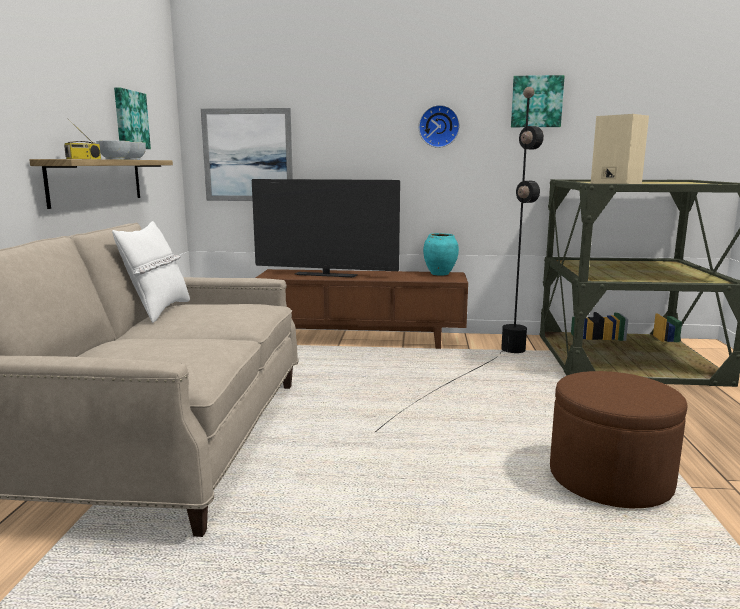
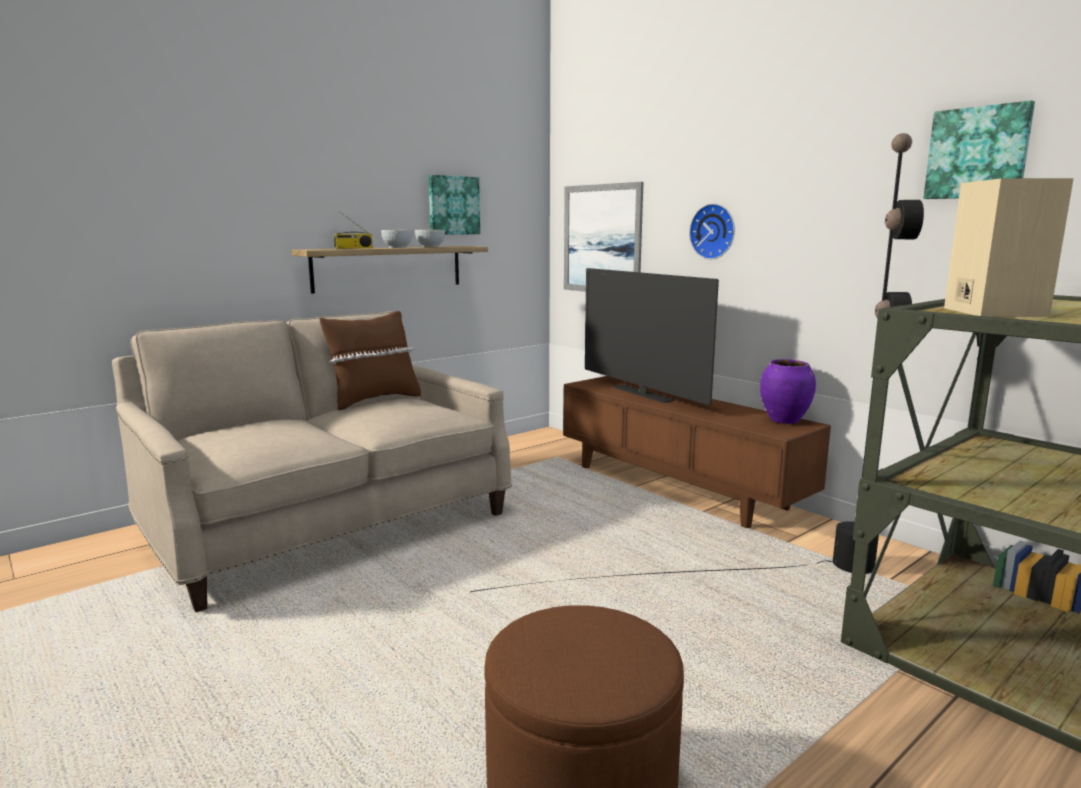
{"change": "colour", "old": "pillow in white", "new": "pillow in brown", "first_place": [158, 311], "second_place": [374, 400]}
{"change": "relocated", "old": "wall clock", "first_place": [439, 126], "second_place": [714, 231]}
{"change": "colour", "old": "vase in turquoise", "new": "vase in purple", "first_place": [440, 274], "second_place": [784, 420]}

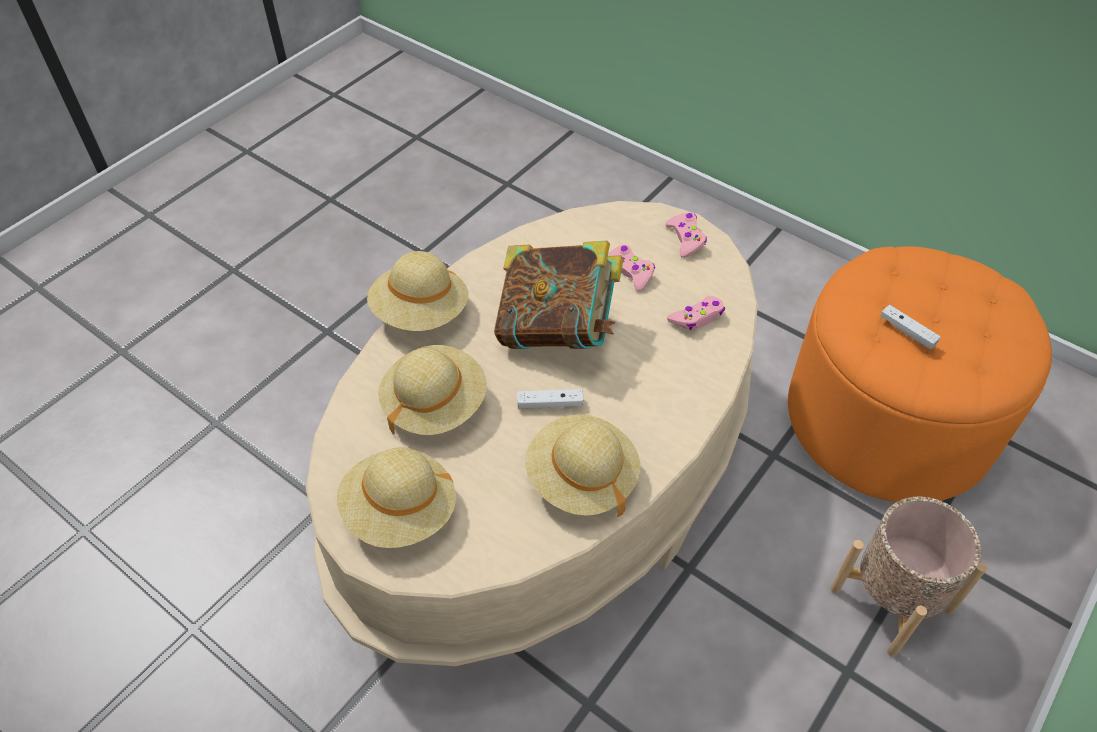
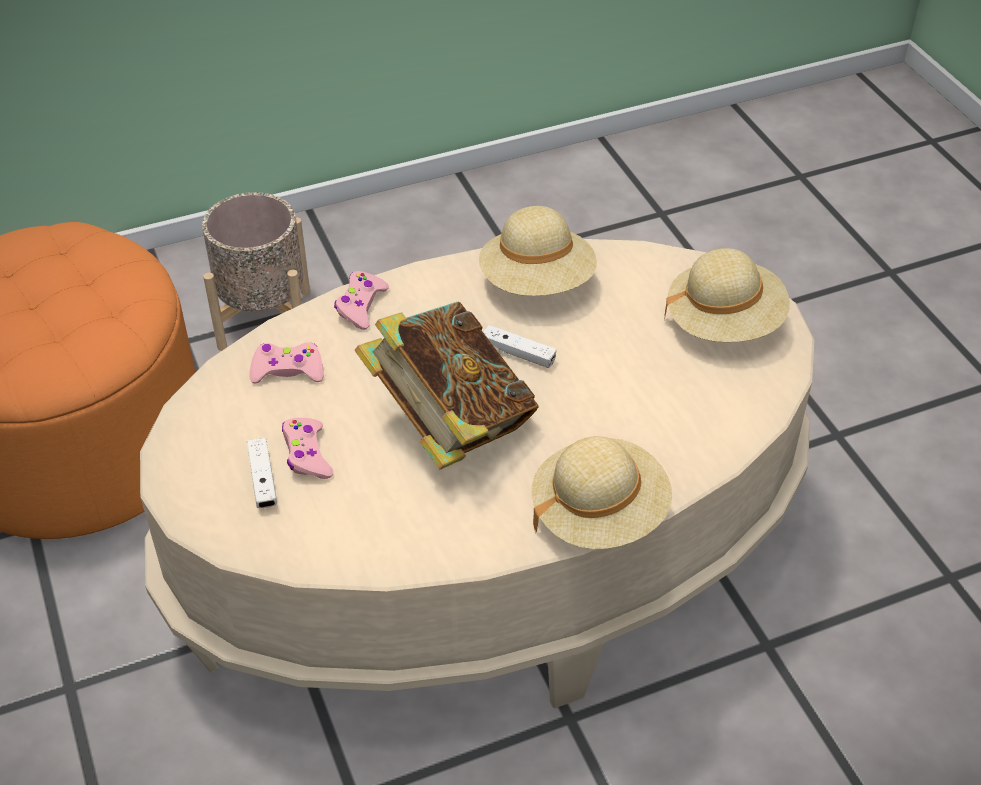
{"change": "relocated", "old": "game controller in white", "first_place": [907, 332], "second_place": [263, 480]}
{"change": "relocated", "old": "game controller in pink", "first_place": [686, 239], "second_place": [361, 306]}
{"change": "missing", "old": "hat in beige", "first_place": [435, 404]}

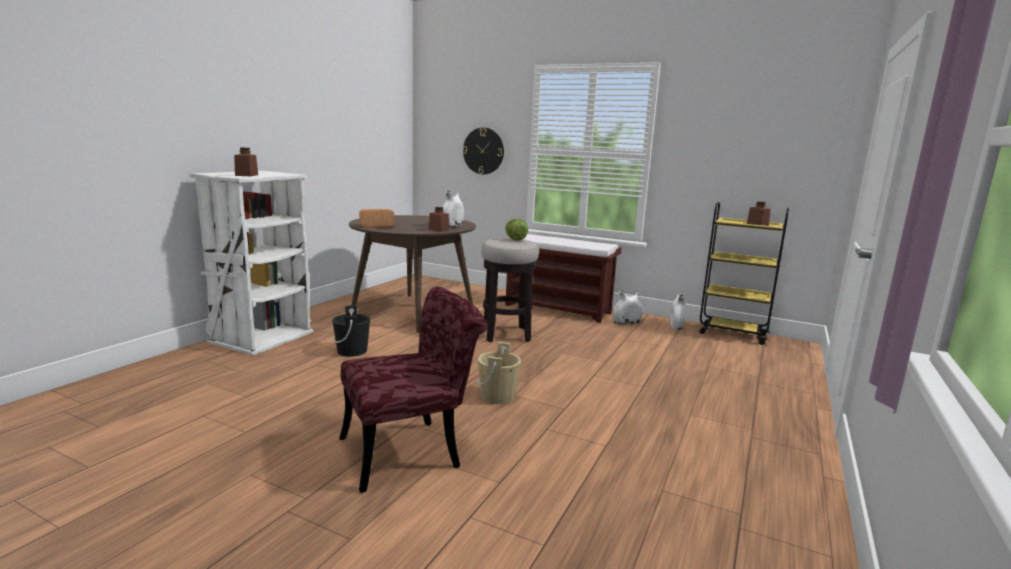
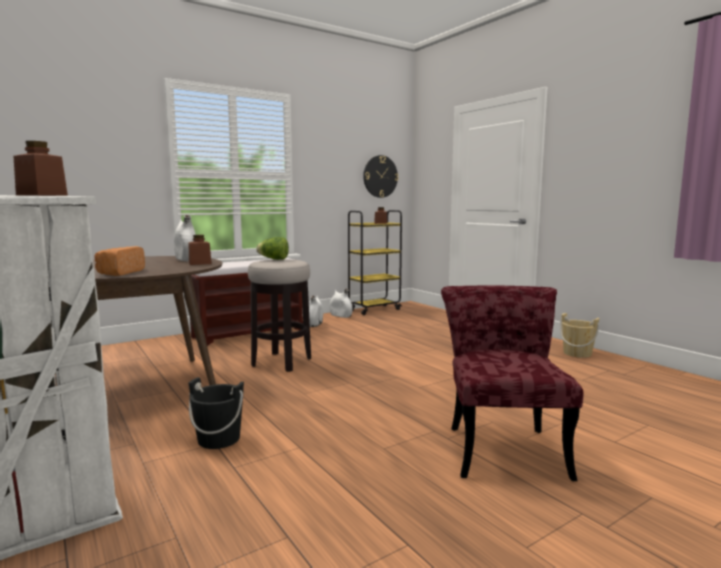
{"change": "relocated", "old": "wall clock", "first_place": [483, 151], "second_place": [380, 176]}
{"change": "relocated", "old": "bucket in beige", "first_place": [497, 396], "second_place": [577, 353]}

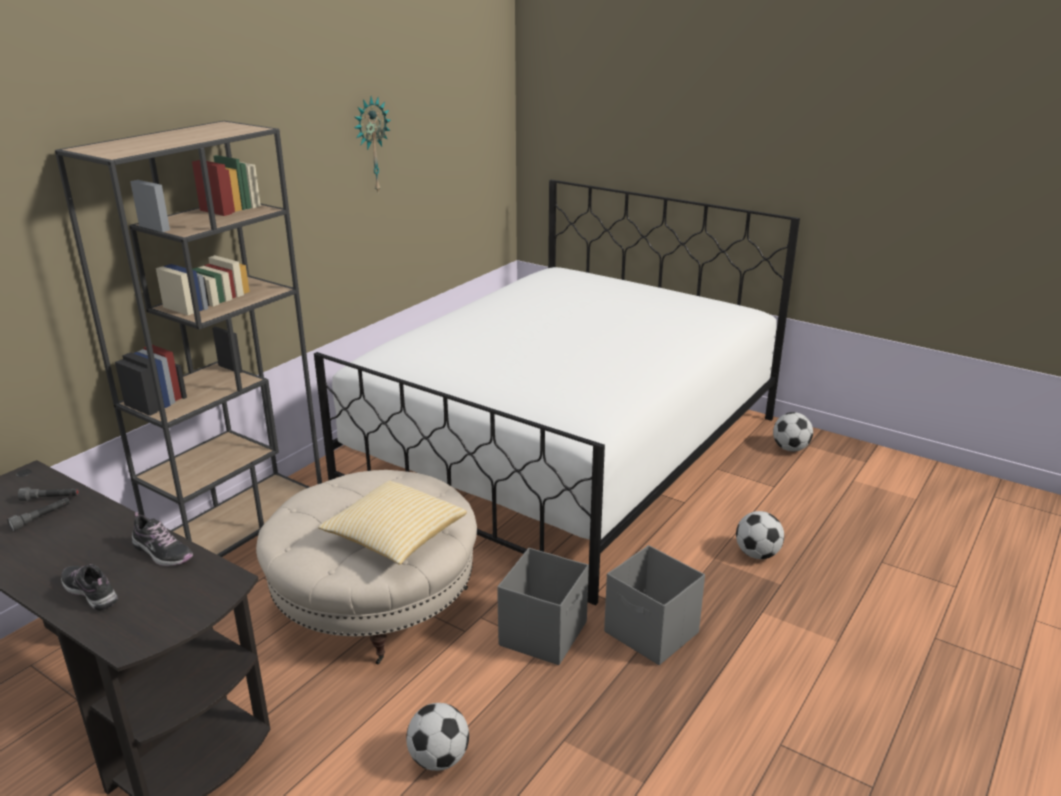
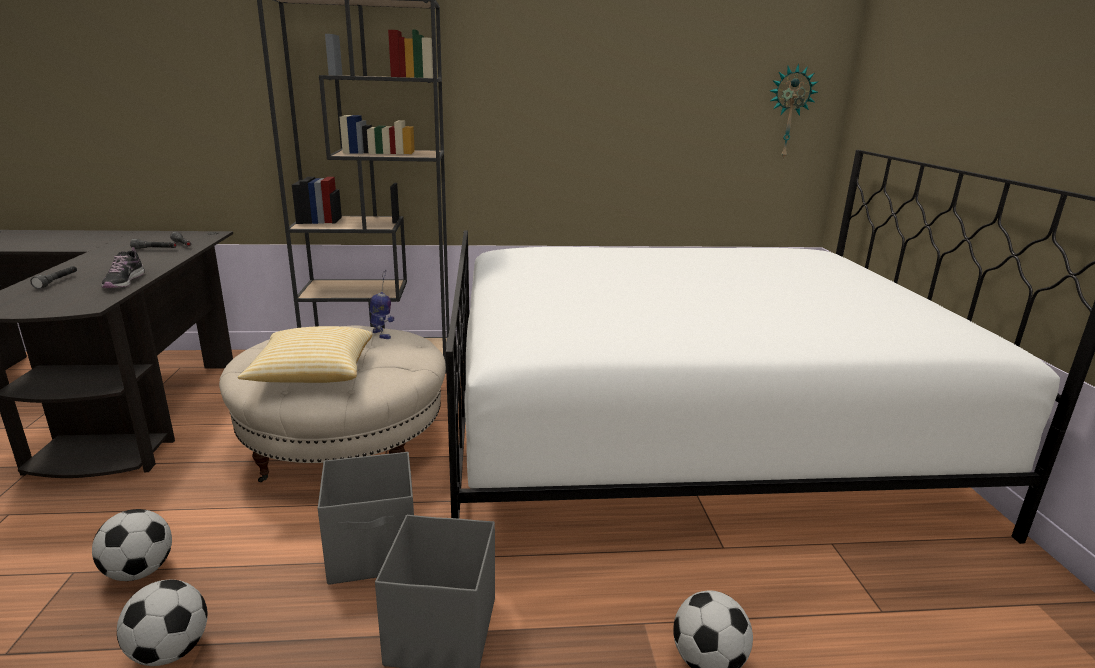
{"change": "exchanged", "old": "shoe", "new": "flashlight in grey", "first_place": [91, 592], "second_place": [57, 281]}
{"change": "relocated", "old": "football", "first_place": [790, 449], "second_place": [169, 652]}
{"change": "appeared", "new": "toy robot", "second_place": [382, 334]}
{"change": "relocated", "old": "wall clock", "first_place": [371, 145], "second_place": [788, 112]}

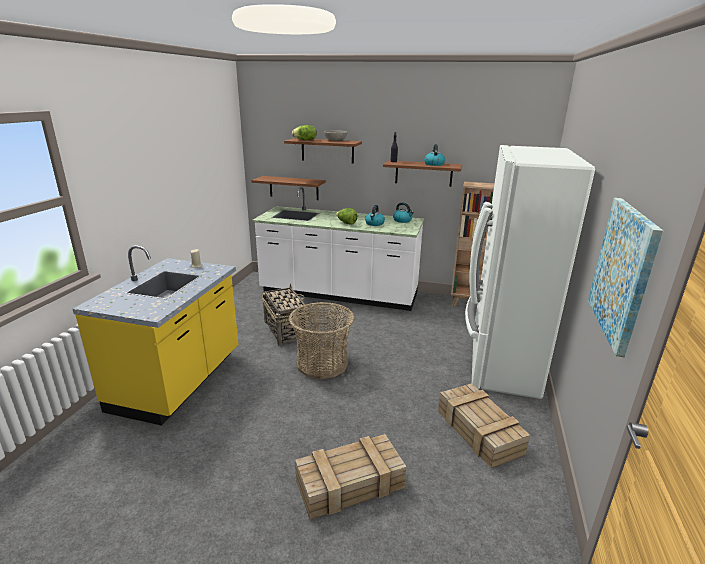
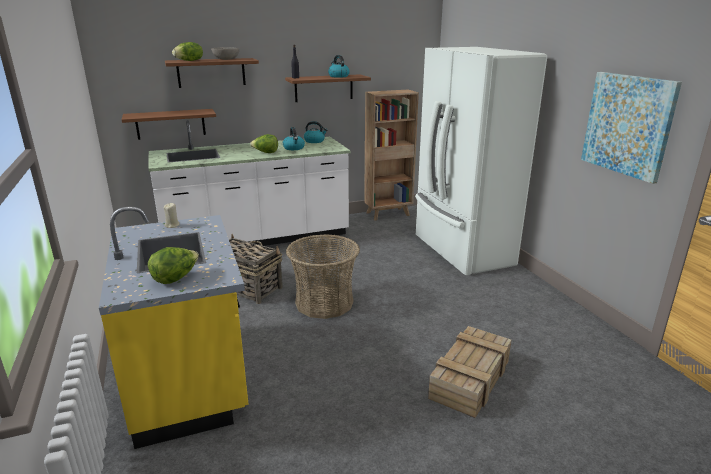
{"change": "appeared", "new": "lettuce", "second_place": [175, 278]}
{"change": "missing", "old": "crate", "first_place": [477, 430]}

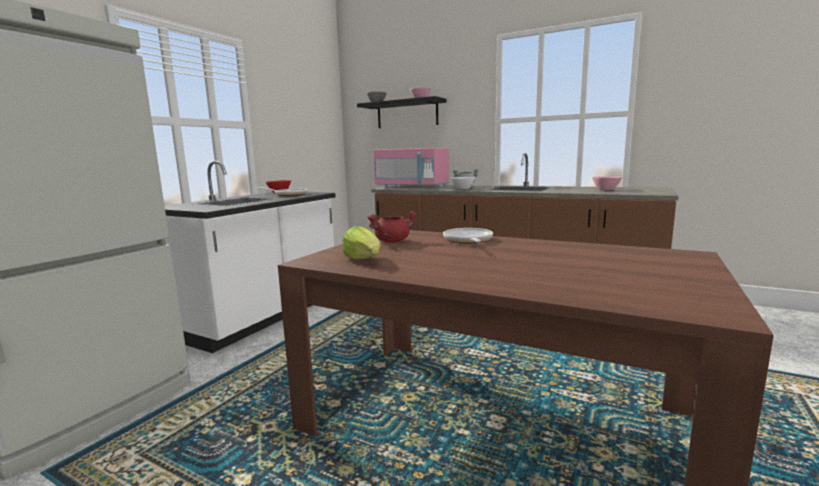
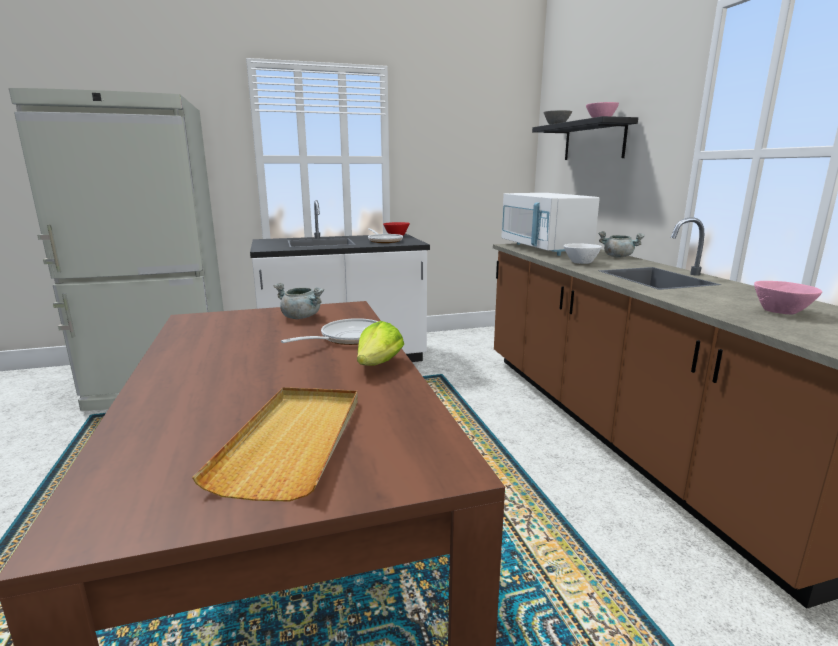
{"change": "appeared", "new": "tray in beige", "second_place": [294, 441]}
{"change": "colour", "old": "cooking pot in red", "new": "cooking pot in grey", "first_place": [392, 241], "second_place": [301, 317]}
{"change": "relocated", "old": "lettuce", "first_place": [364, 259], "second_place": [378, 364]}
{"change": "colour", "old": "microwave in pink", "new": "microwave in white", "first_place": [412, 187], "second_place": [544, 248]}

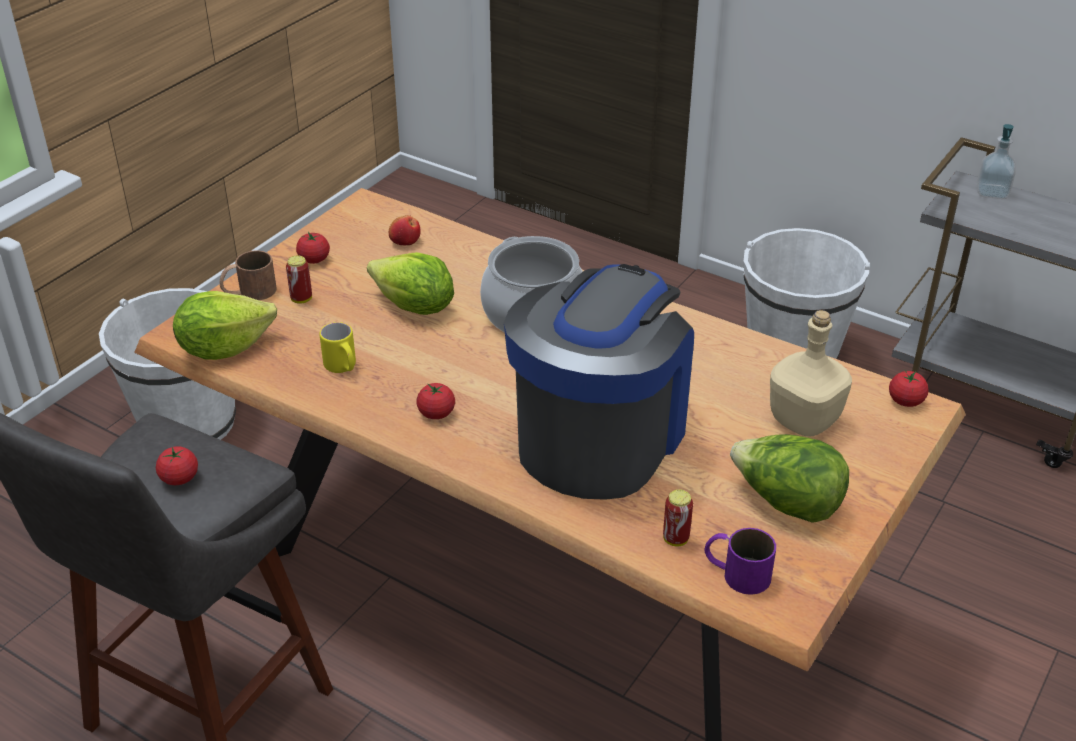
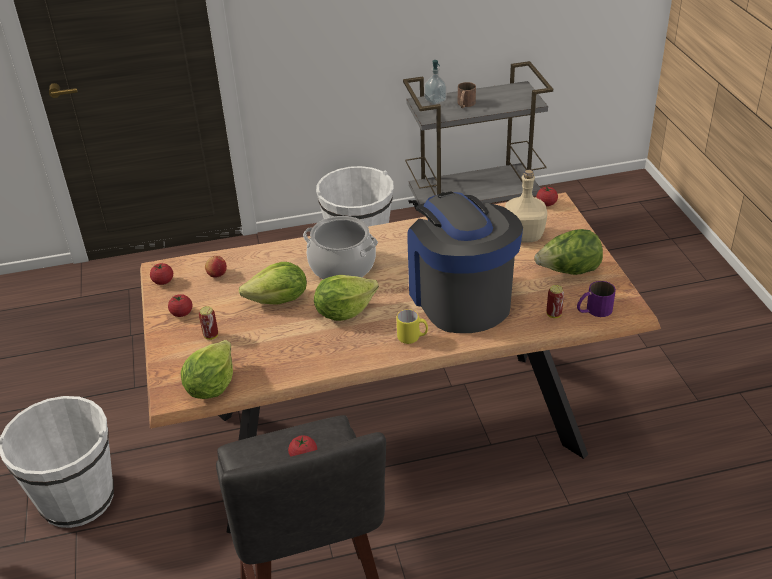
{"change": "relocated", "old": "tomato", "first_place": [436, 413], "second_place": [163, 281]}
{"change": "appeared", "new": "lettuce", "second_place": [344, 311]}
{"change": "relocated", "old": "mug in yellow", "first_place": [342, 368], "second_place": [412, 338]}
{"change": "relocated", "old": "mug in brown", "first_place": [249, 292], "second_place": [465, 105]}

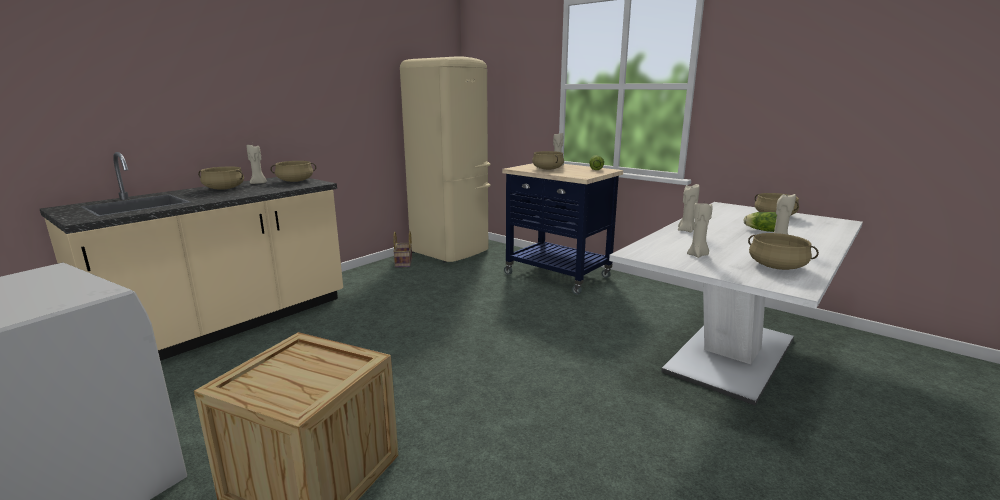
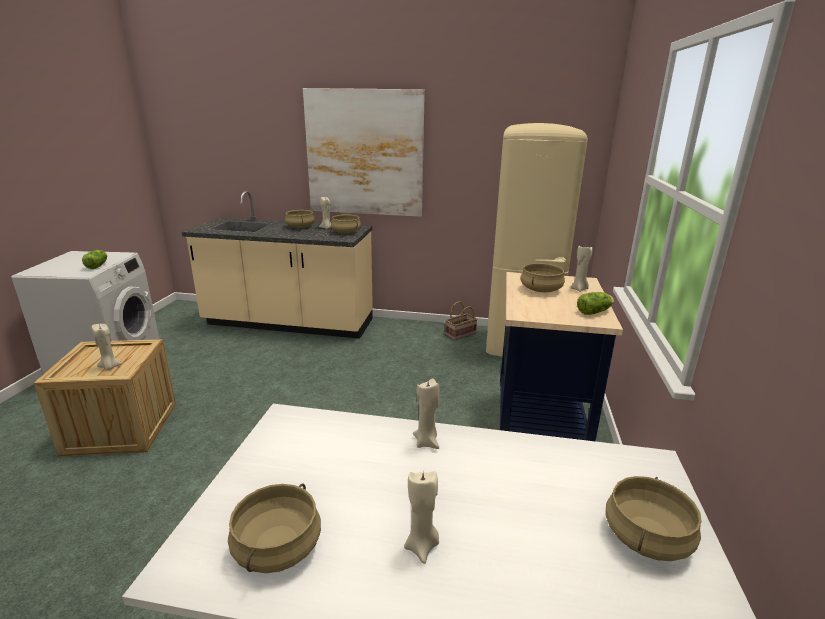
{"change": "relocated", "old": "lettuce", "first_place": [761, 230], "second_place": [98, 265]}
{"change": "relocated", "old": "candle in beige", "first_place": [698, 255], "second_place": [110, 367]}
{"change": "appeared", "new": "picture", "second_place": [364, 153]}

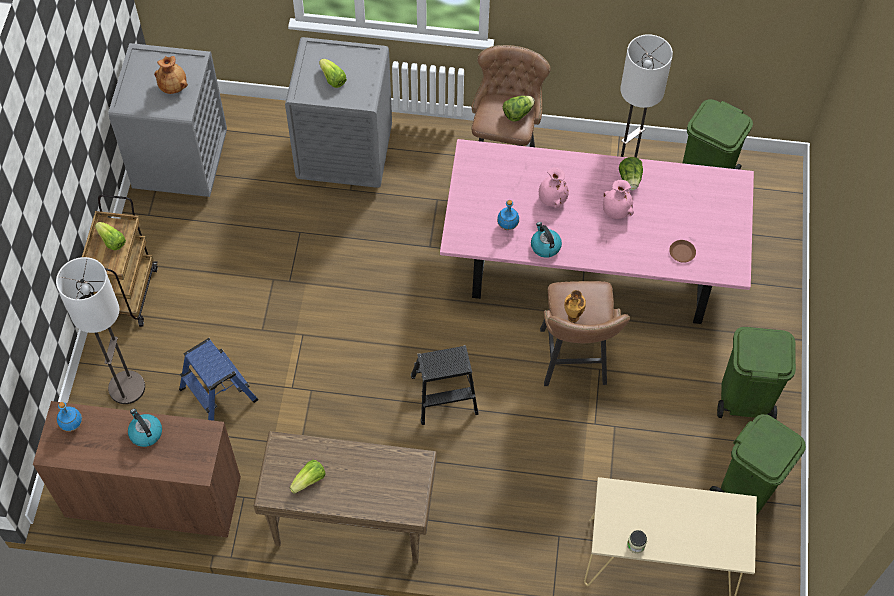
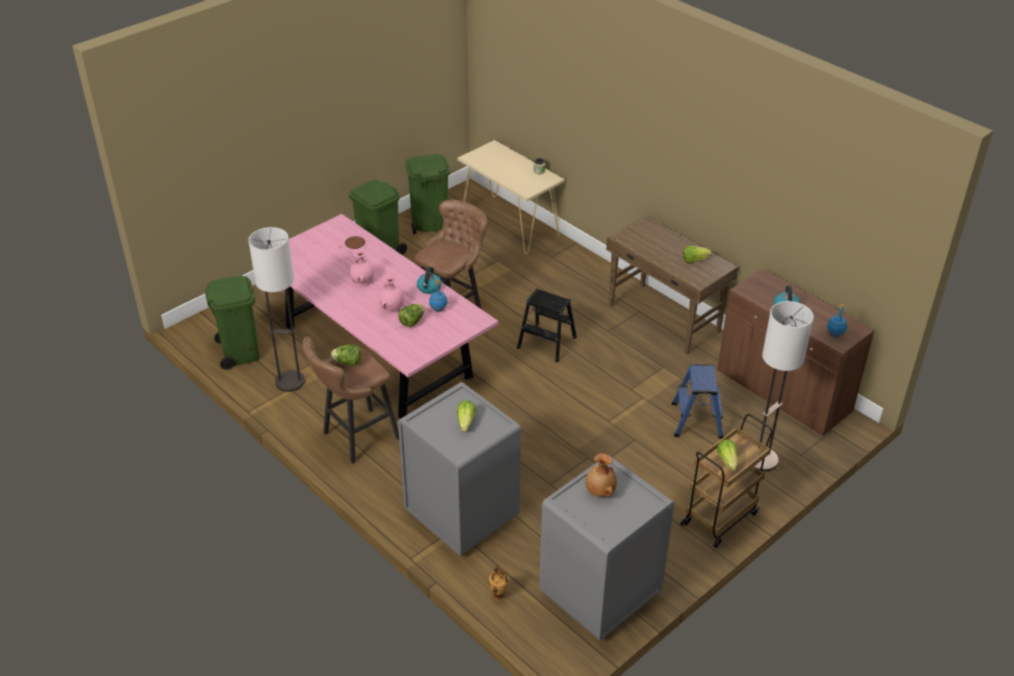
{"change": "relocated", "old": "lettuce", "first_place": [630, 179], "second_place": [412, 321]}
{"change": "relocated", "old": "vase", "first_place": [572, 317], "second_place": [498, 596]}

